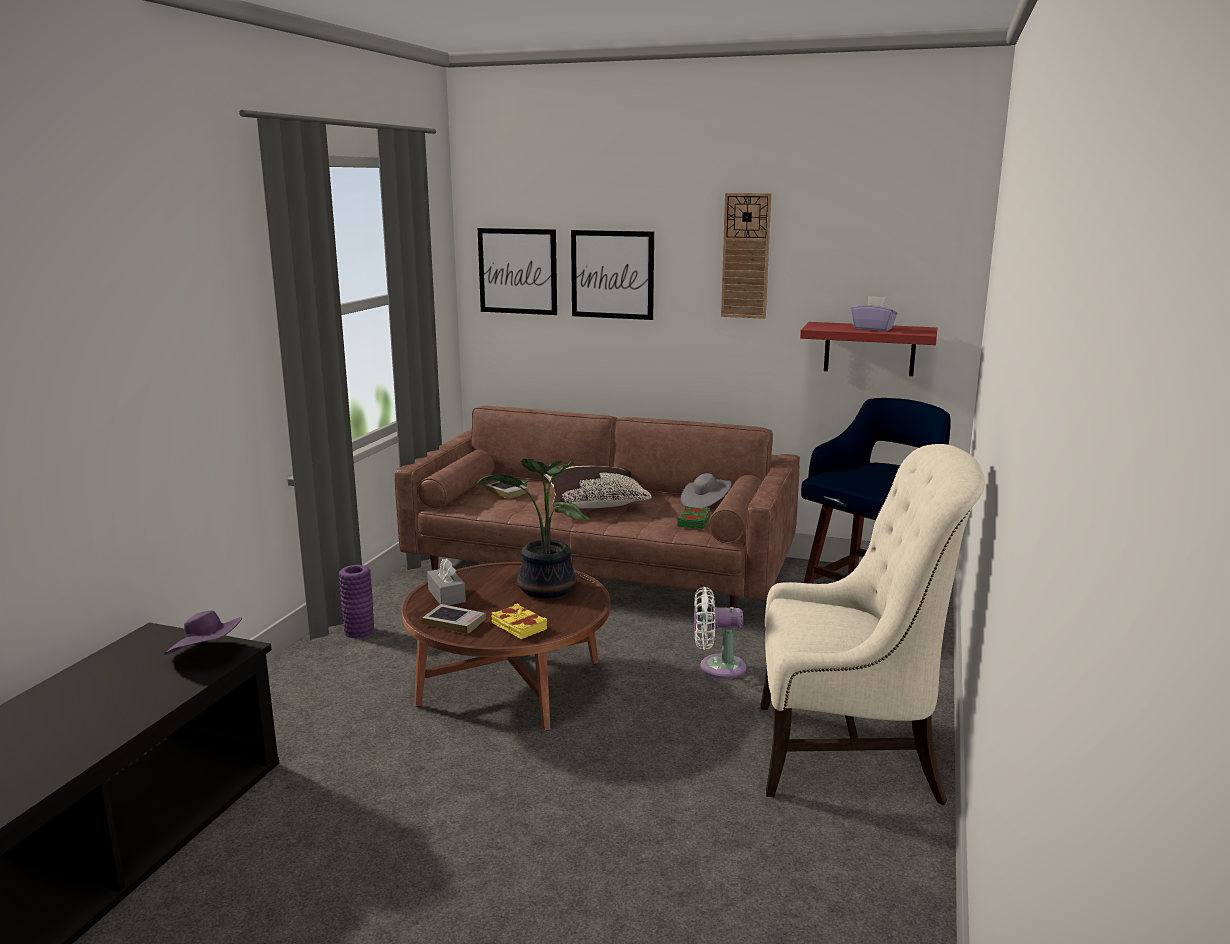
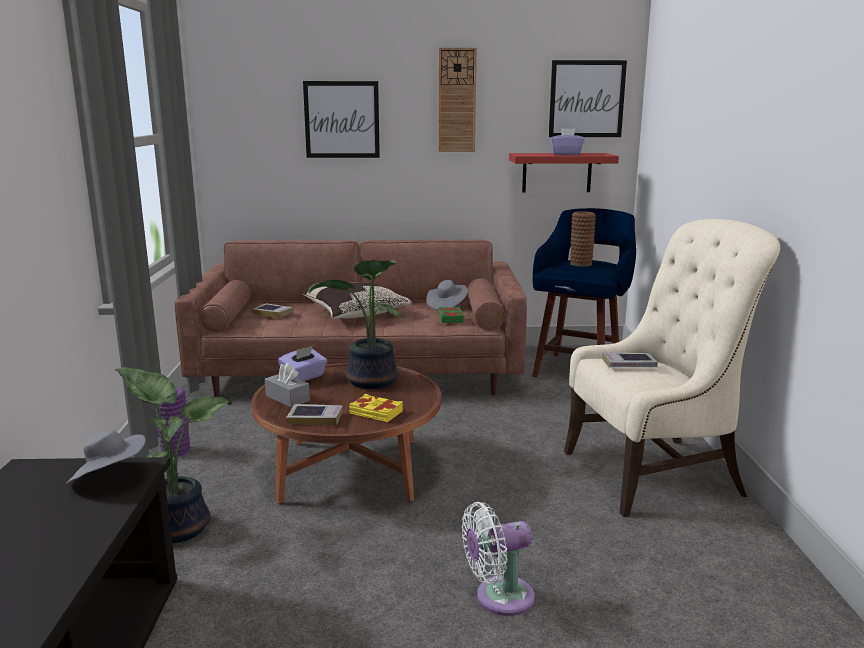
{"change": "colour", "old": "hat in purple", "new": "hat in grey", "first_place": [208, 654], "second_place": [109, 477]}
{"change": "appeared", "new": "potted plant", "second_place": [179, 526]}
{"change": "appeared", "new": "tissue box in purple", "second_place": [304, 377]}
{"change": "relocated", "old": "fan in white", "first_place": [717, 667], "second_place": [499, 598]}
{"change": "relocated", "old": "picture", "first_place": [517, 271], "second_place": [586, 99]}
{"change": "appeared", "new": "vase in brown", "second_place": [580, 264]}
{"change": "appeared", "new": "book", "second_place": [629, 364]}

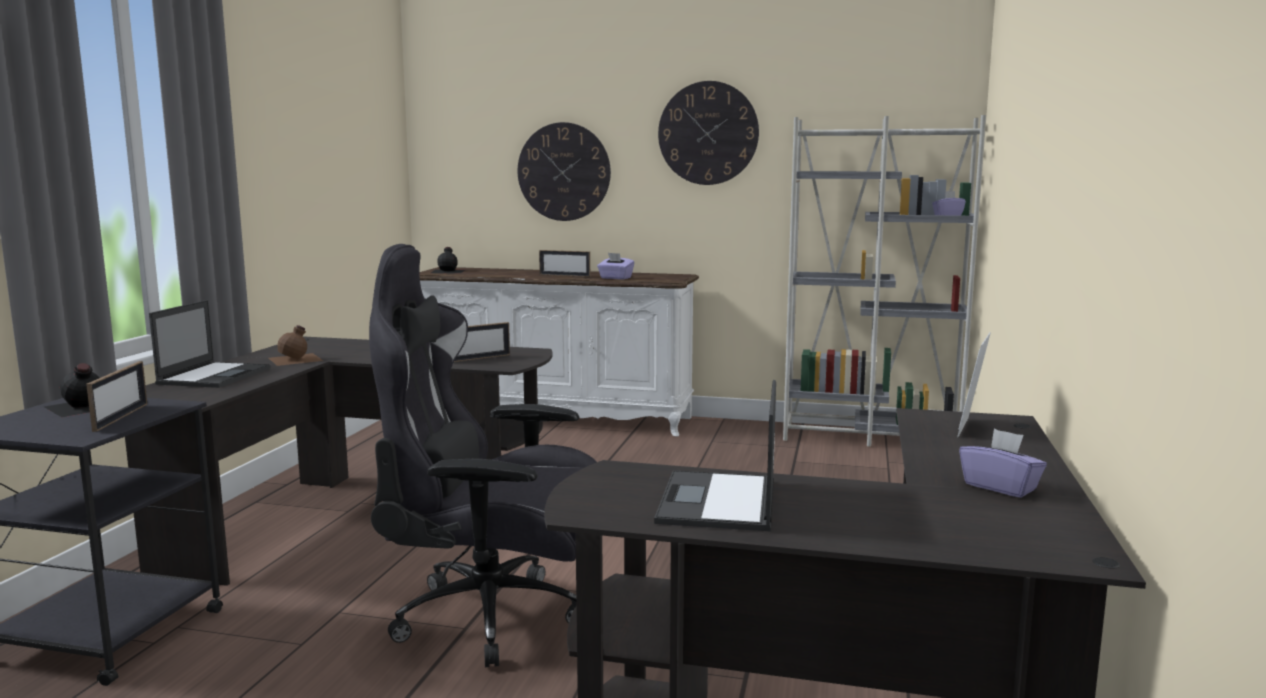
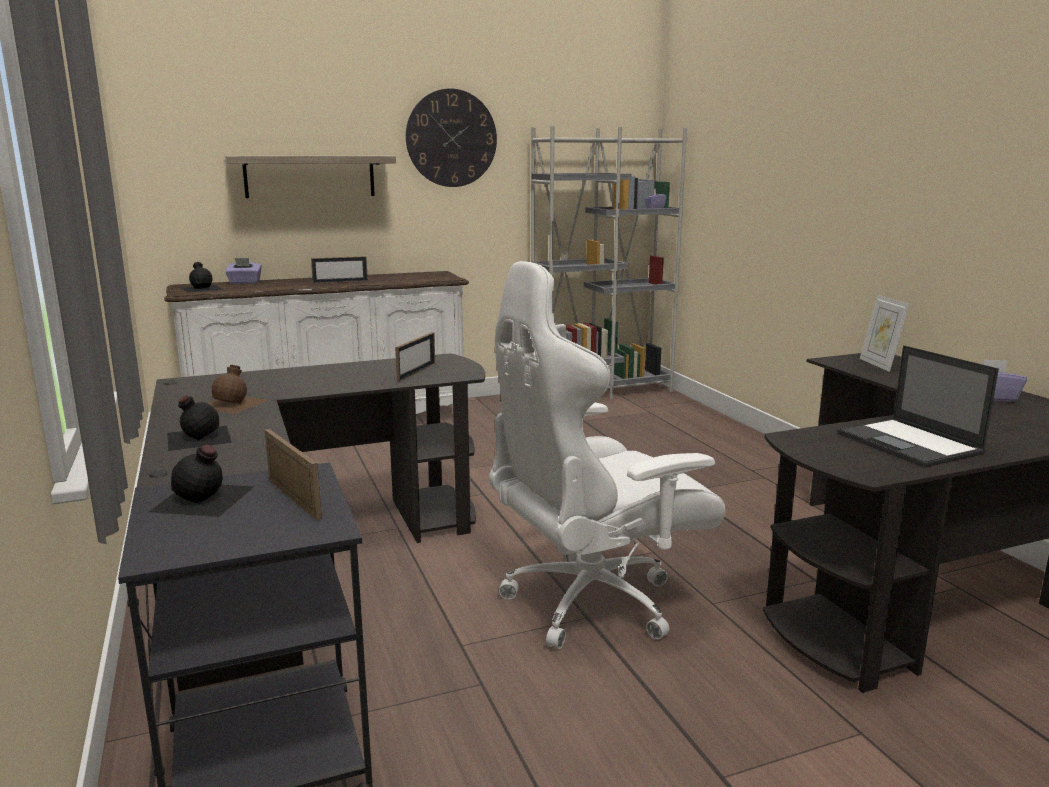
{"change": "exchanged", "old": "laptop", "new": "bottle in black", "first_place": [215, 375], "second_place": [197, 437]}
{"change": "exchanged", "old": "wall clock", "new": "shelf", "first_place": [564, 172], "second_place": [310, 176]}
{"change": "relocated", "old": "tissue box in purple", "first_place": [615, 278], "second_place": [244, 282]}
{"change": "colour", "old": "office chair in black", "new": "office chair in white", "first_place": [501, 618], "second_place": [599, 600]}

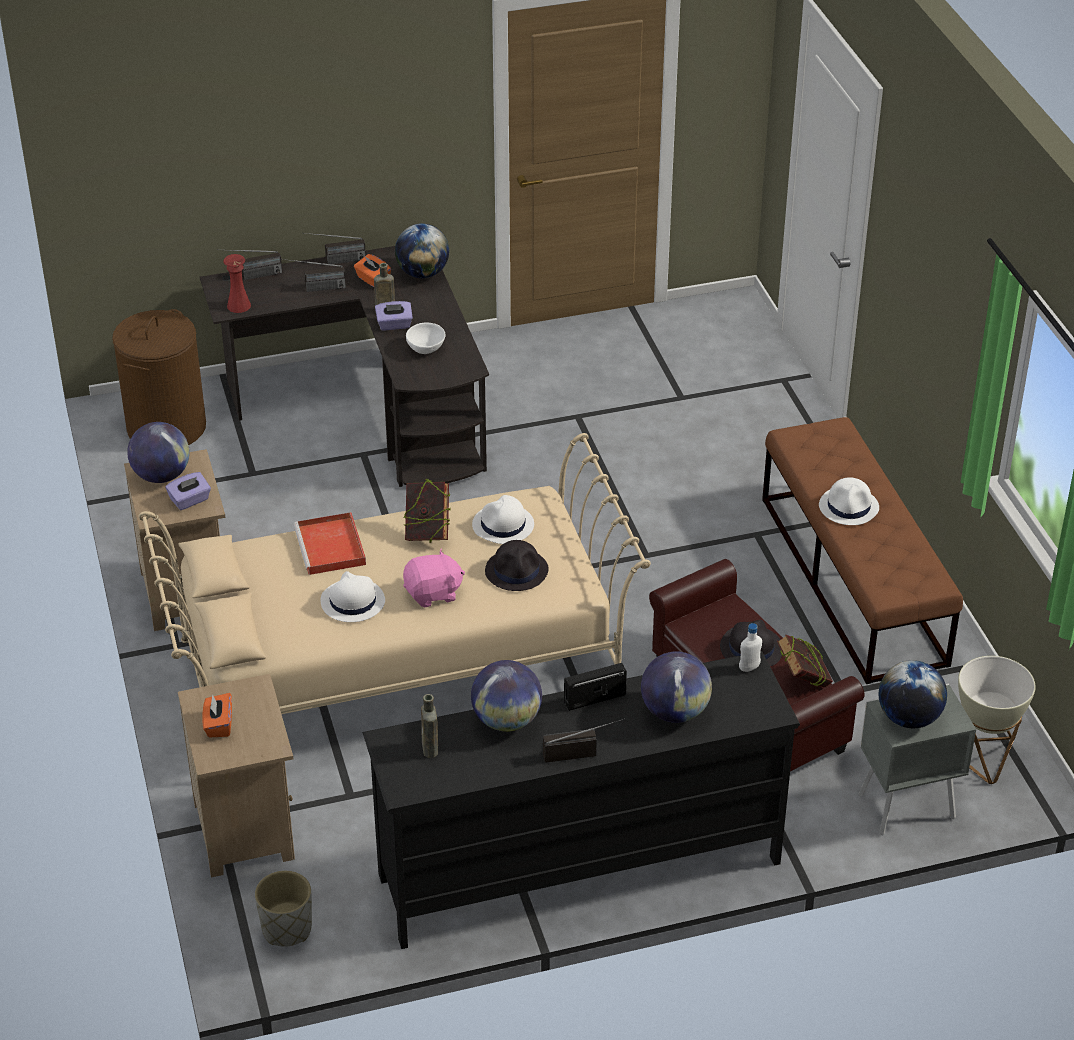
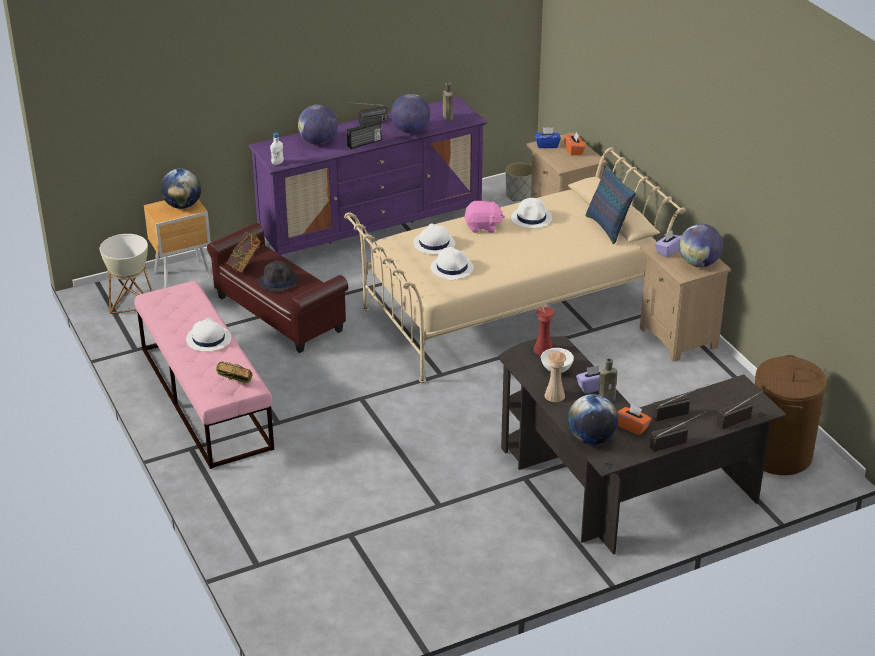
{"change": "colour", "old": "bench in brown", "new": "bench in pink", "first_place": [853, 580], "second_place": [205, 397]}
{"change": "colour", "old": "nightstand in grey", "new": "nightstand in brown", "first_place": [904, 806], "second_place": [184, 275]}
{"change": "relocated", "old": "book", "first_place": [428, 533], "second_place": [235, 389]}
{"change": "colour", "old": "dresser in black", "new": "dresser in purple", "first_place": [579, 868], "second_place": [371, 232]}
{"change": "colour", "old": "hat in black", "new": "hat in white", "first_place": [517, 571], "second_place": [433, 244]}
{"change": "spun", "old": "plush toy in pink", "first_place": [433, 593], "second_place": [483, 227], "degrees": -150}
{"change": "relocated", "old": "vase in red", "first_place": [239, 306], "second_place": [543, 349]}
{"change": "appeared", "new": "tissue box in blue", "second_place": [547, 145]}
{"change": "appeared", "new": "vase in beige", "second_place": [554, 395]}
{"change": "appeared", "new": "pillow in blue", "second_place": [607, 228]}
{"change": "missing", "old": "tray in red", "first_place": [331, 548]}

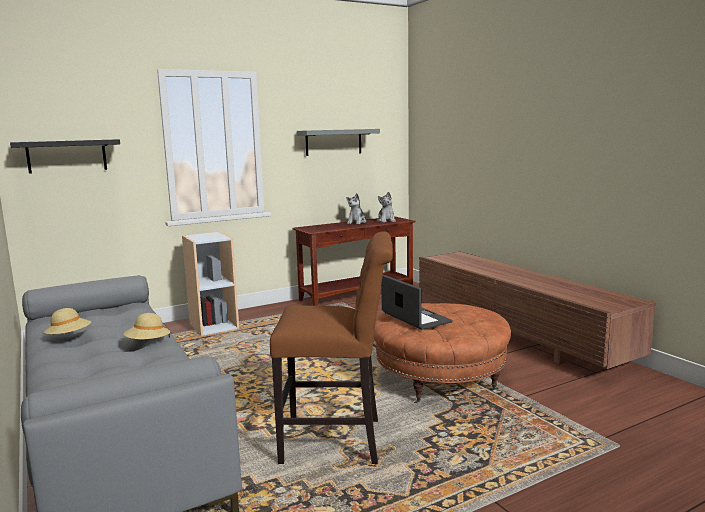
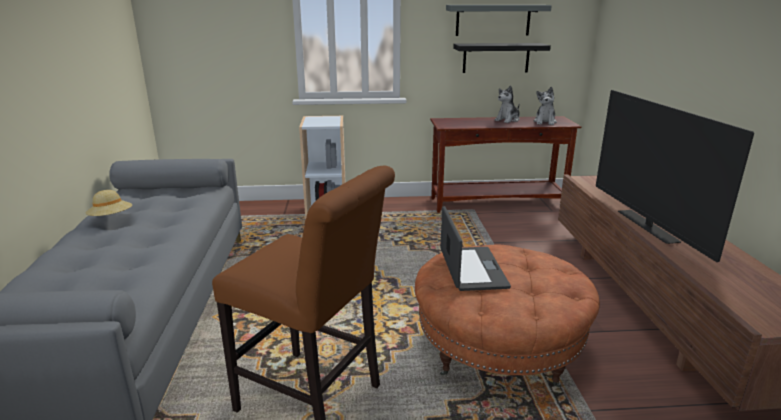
{"change": "relocated", "old": "shelf in black", "first_place": [67, 156], "second_place": [496, 58]}
{"change": "appeared", "new": "television", "second_place": [647, 226]}
{"change": "missing", "old": "hat in beige", "first_place": [148, 343]}

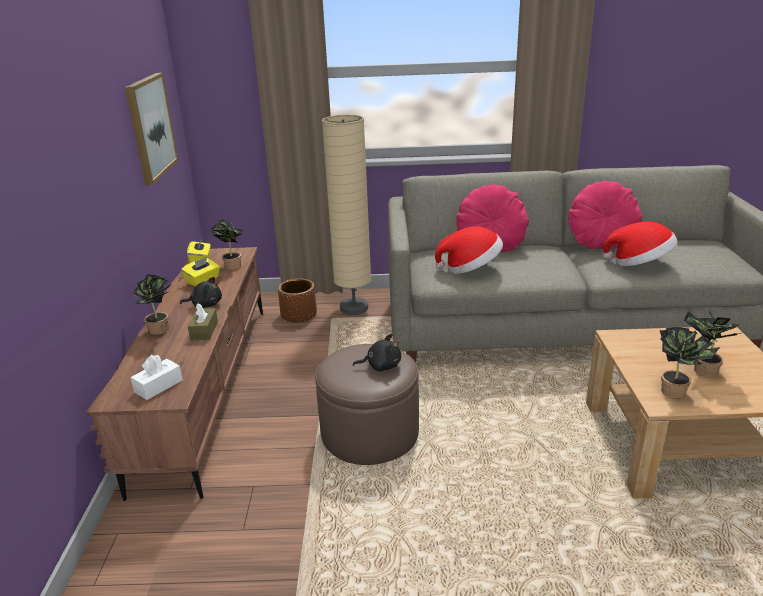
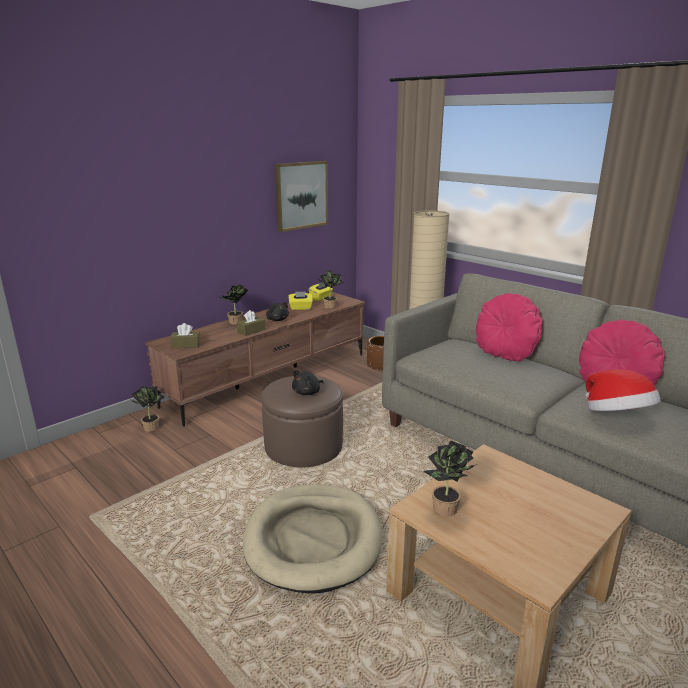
{"change": "relocated", "old": "potted plant", "first_place": [701, 370], "second_place": [151, 426]}
{"change": "colour", "old": "tissue box in white", "new": "tissue box in brown", "first_place": [158, 386], "second_place": [186, 345]}
{"change": "appeared", "new": "dog bed in beige", "second_place": [313, 540]}
{"change": "spun", "old": "plush toy in black", "first_place": [381, 366], "second_place": [307, 392], "degrees": 90}
{"change": "missing", "old": "hat", "first_place": [470, 268]}

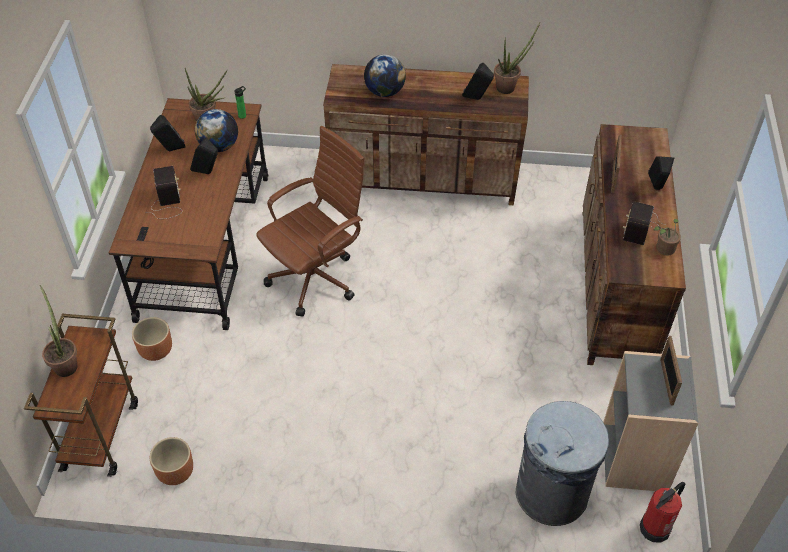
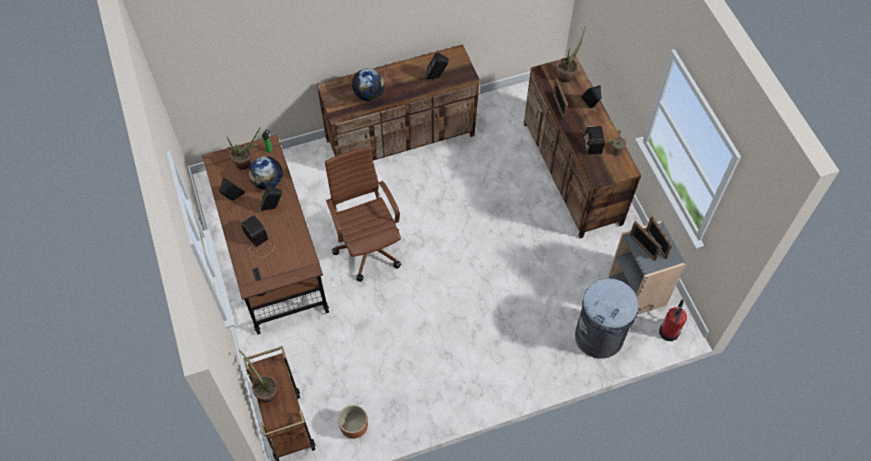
{"change": "spun", "old": "office chair in brown", "first_place": [316, 278], "second_place": [367, 247], "degrees": -45}
{"change": "relocated", "old": "potted plant", "first_place": [509, 87], "second_place": [566, 75]}
{"change": "appeared", "new": "picture frame", "second_place": [642, 247]}
{"change": "missing", "old": "planter in brown", "first_place": [155, 350]}

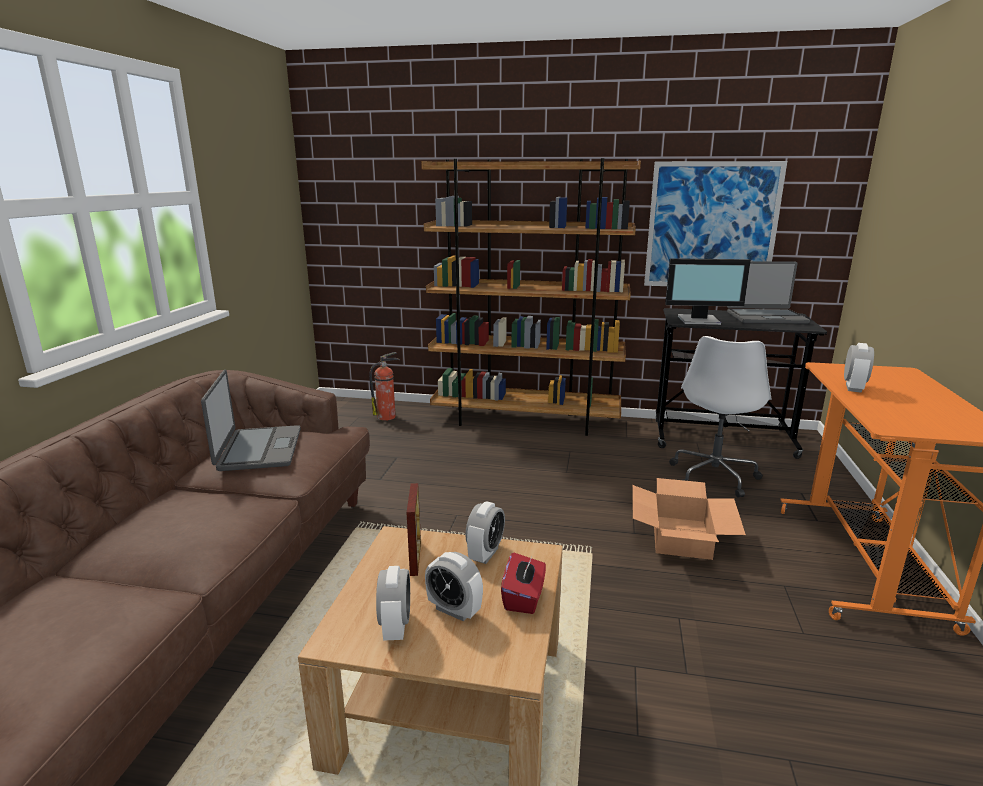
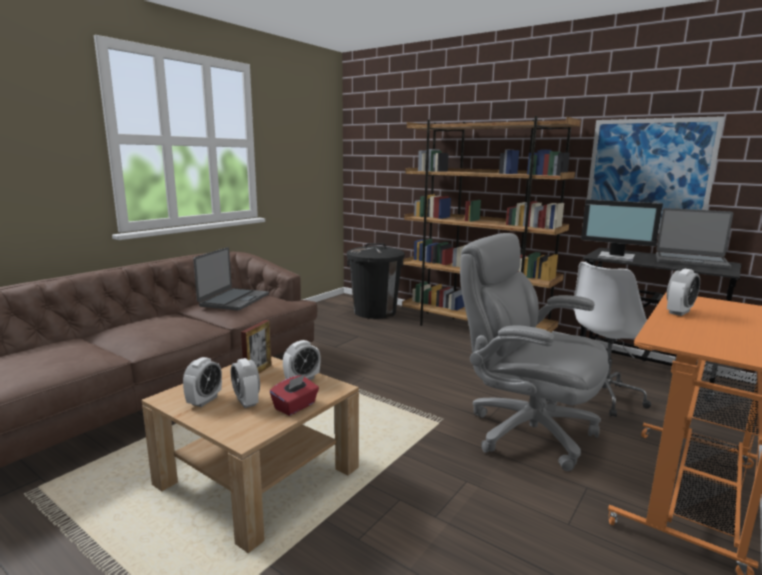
{"change": "exchanged", "old": "fire extinguisher", "new": "trash can in black", "first_place": [387, 417], "second_place": [375, 312]}
{"change": "exchanged", "old": "cardboard box", "new": "office chair in grey", "first_place": [681, 537], "second_place": [526, 431]}

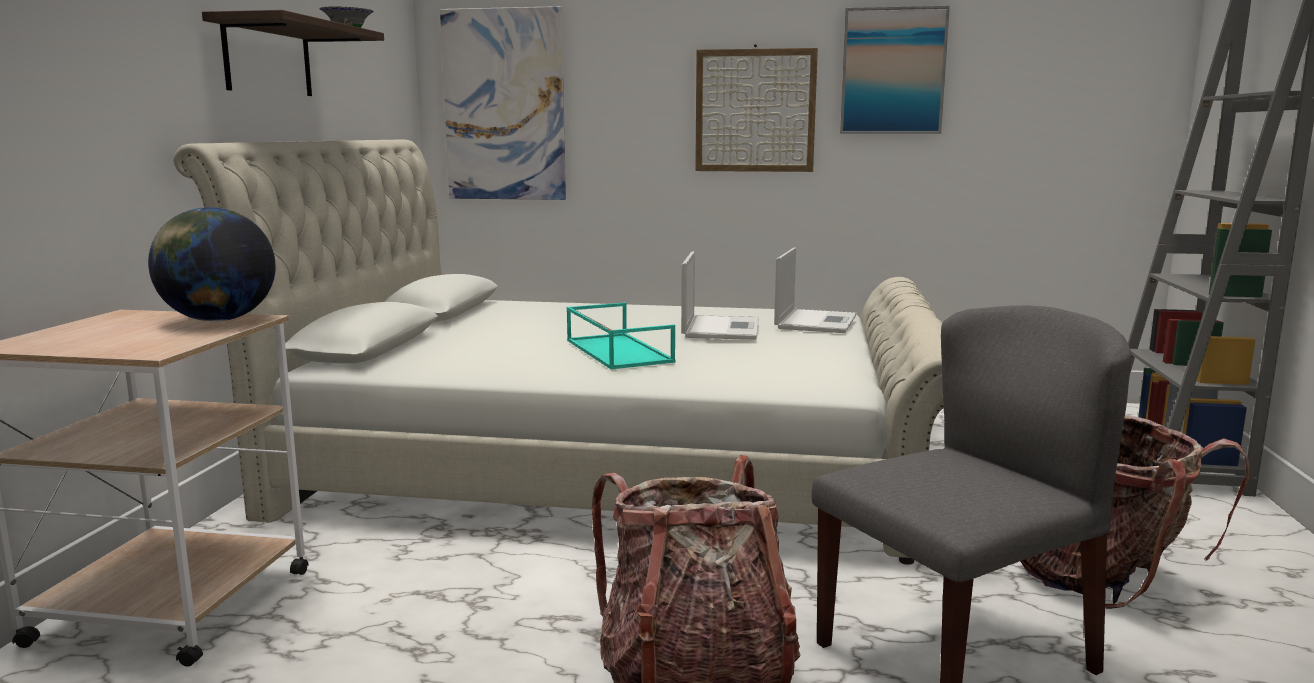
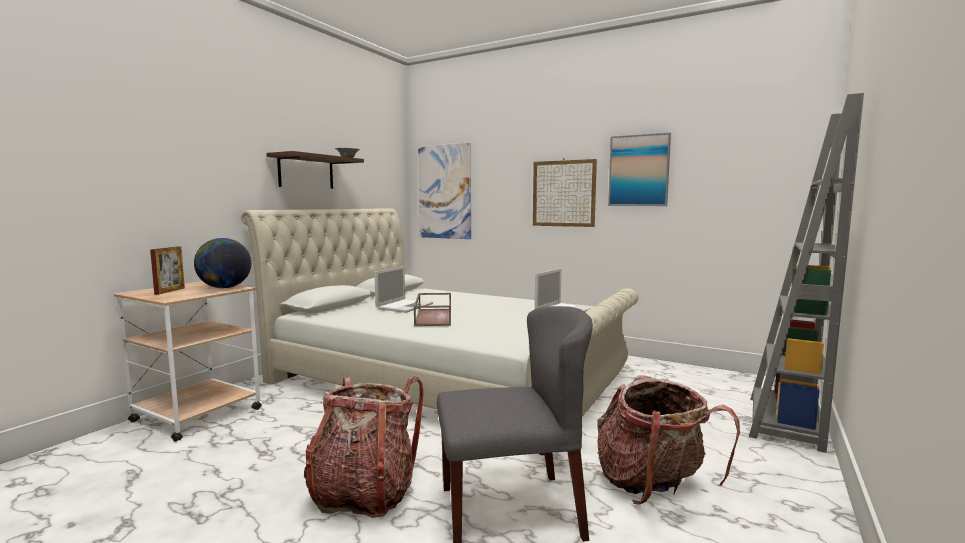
{"change": "appeared", "new": "picture frame", "second_place": [170, 291]}
{"change": "relocated", "old": "laptop", "first_place": [721, 328], "second_place": [405, 306]}
{"change": "colour", "old": "tray in turquoise", "new": "tray in brown", "first_place": [616, 351], "second_place": [433, 317]}

